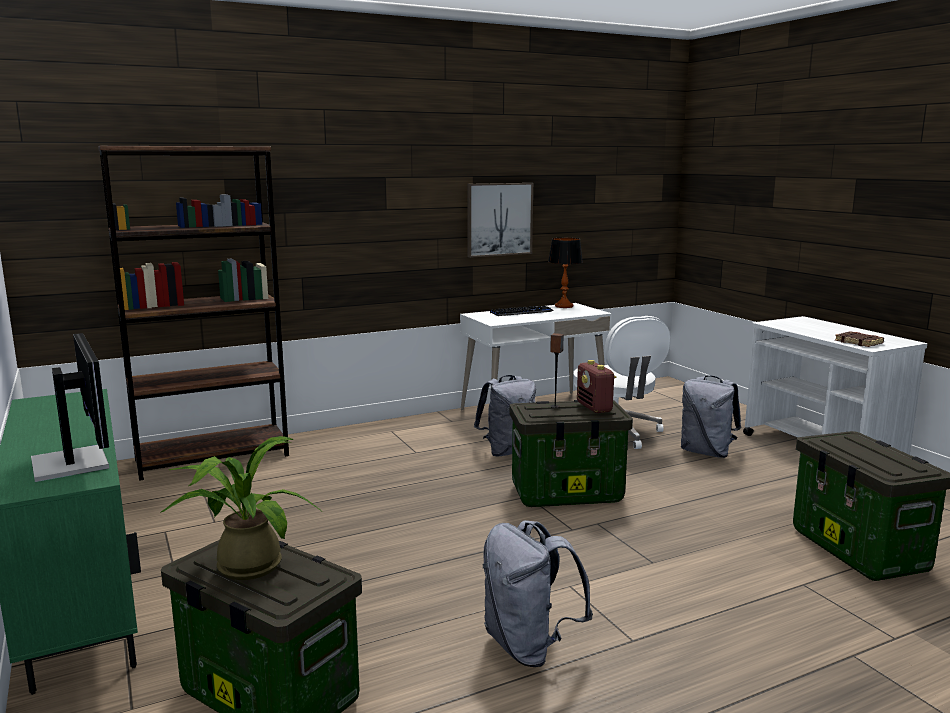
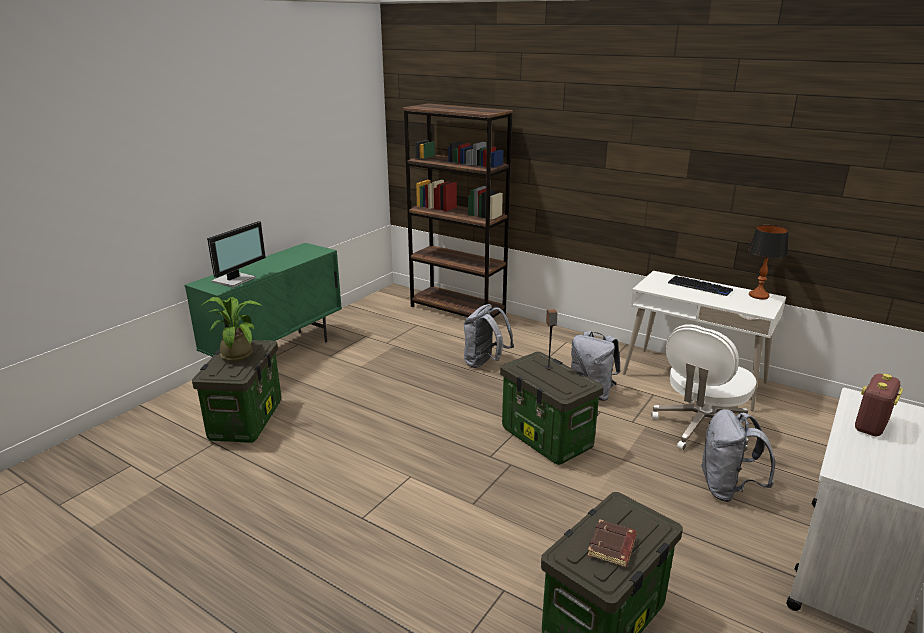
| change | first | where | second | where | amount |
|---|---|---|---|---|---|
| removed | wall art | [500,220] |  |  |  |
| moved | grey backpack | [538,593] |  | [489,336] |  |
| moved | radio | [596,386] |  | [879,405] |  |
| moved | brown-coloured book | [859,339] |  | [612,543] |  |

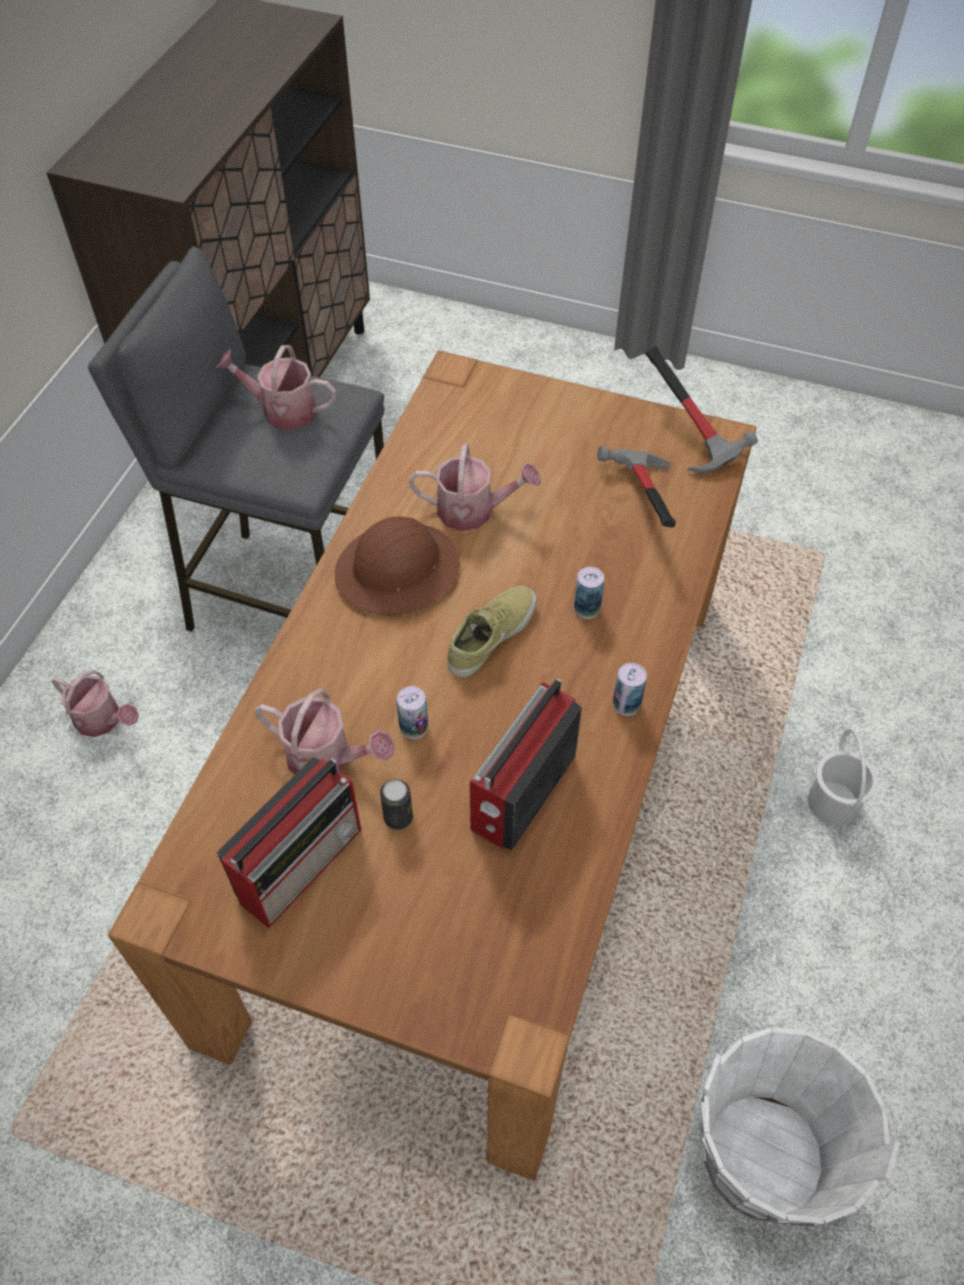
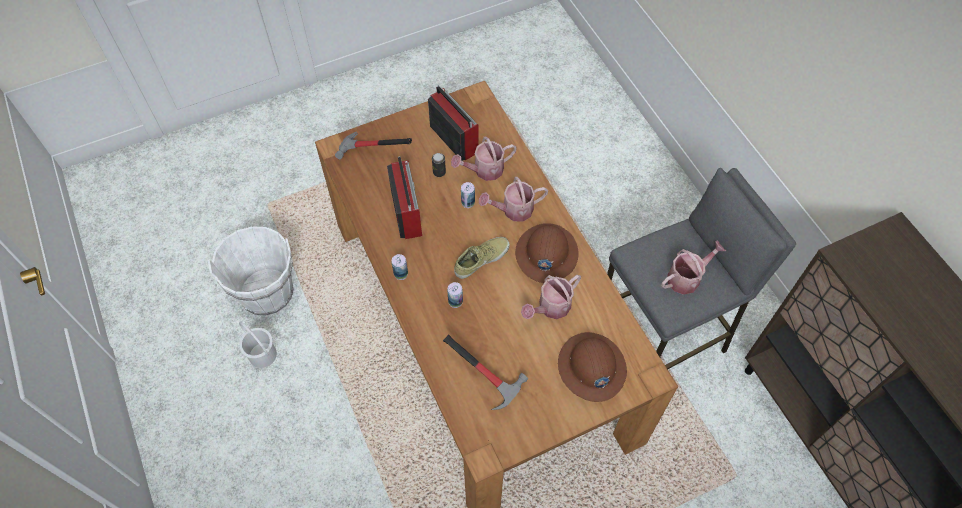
| change | first | where | second | where | amount |
|---|---|---|---|---|---|
| added |  |  | brown-coloured safety helmet | [592,367] |  |
| moved | sprinkling can | [95,703] |  | [513,199] |  |
| moved | tool hammer | [702,410] |  | [373,145] |  |
| moved | whitish bucket | [843,777] |  | [258,344] |  |
| turned | radio | [289,842] |  | [453,123] | 150 degrees clockwise |
| turned | sand-coloured low shoe | [492,631] |  | [482,258] | 120 degrees counterclockwise |

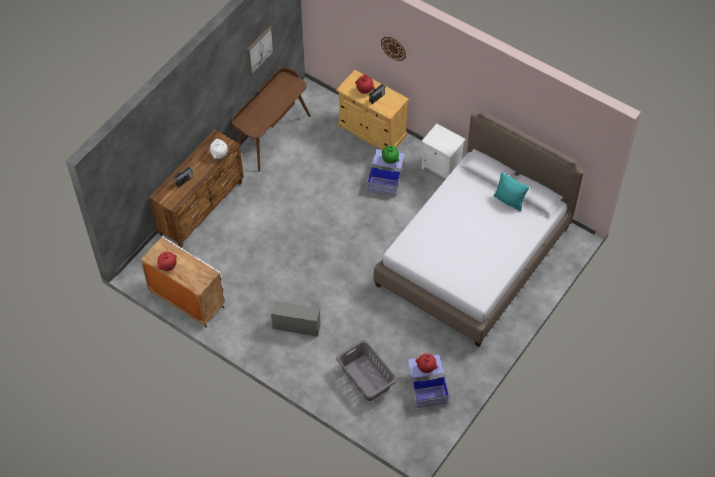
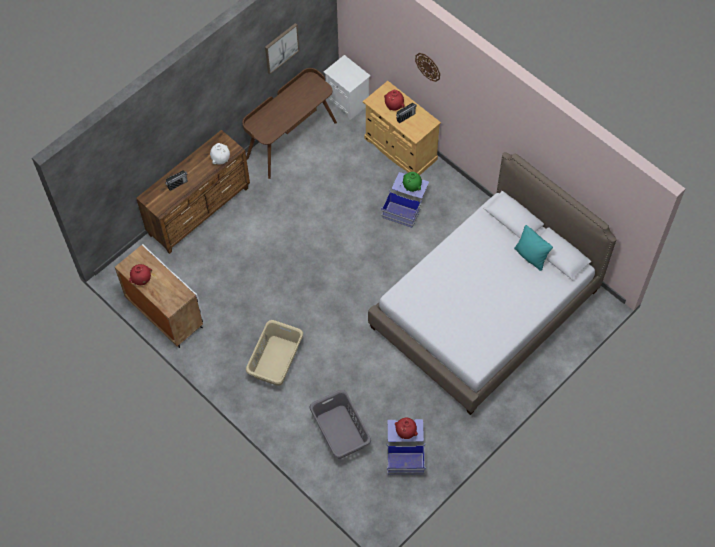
| change | first | where | second | where | amount |
|---|---|---|---|---|---|
| moved | whitish bedside table | [443,151] |  | [347,87] |  |
| replaced | grey storage box | [296,319] | sand-coloured washing basket | [274,353] |  |

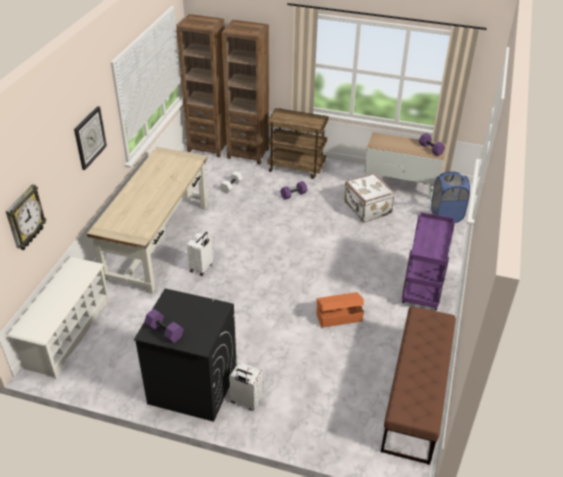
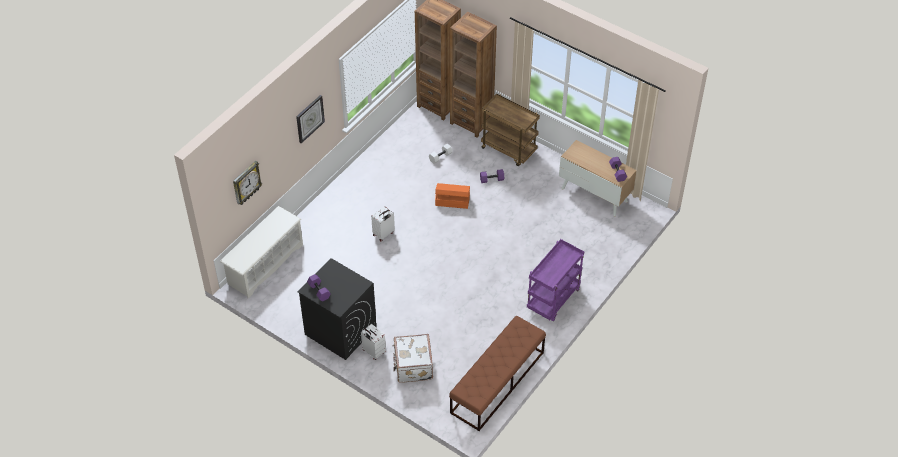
| change | first | where | second | where | amount |
|---|---|---|---|---|---|
| removed | sand-coloured desk | [147,220] |  |  |  |
| removed | bluish washing basket | [450,197] |  |  |  |
| moved | orange-coloured storage box | [340,310] |  | [452,196] |  |
| moved | whitish travel case | [369,197] |  | [413,358] |  |

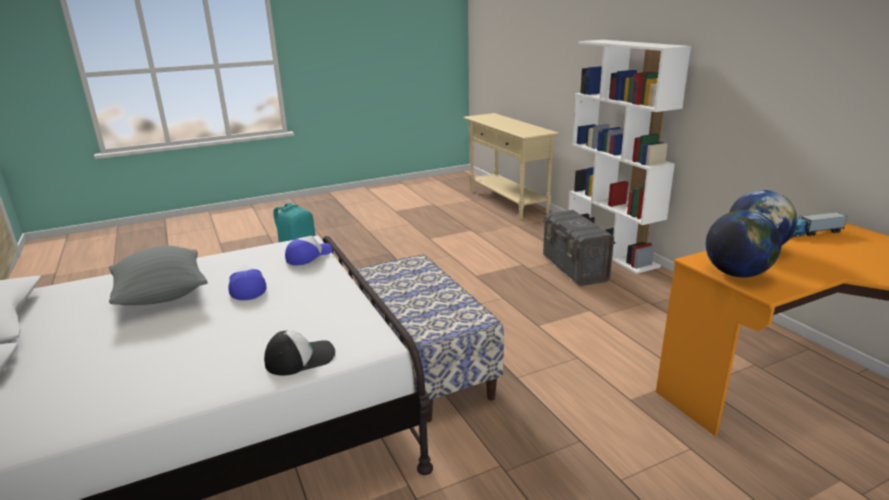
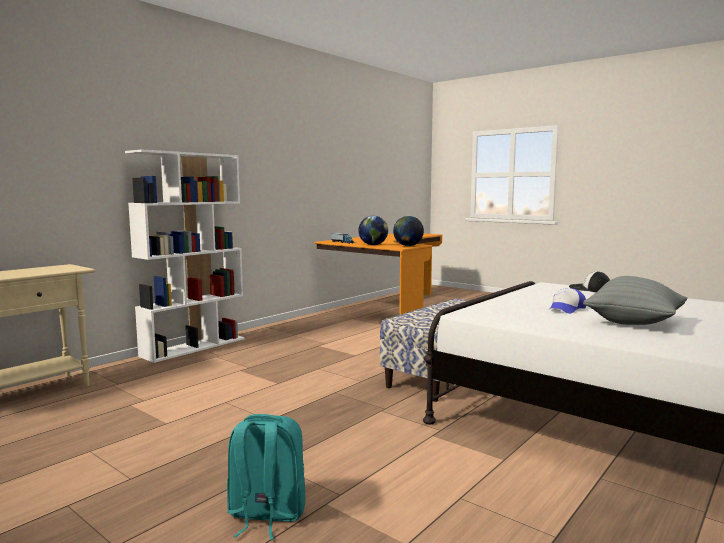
| change | first | where | second | where | amount |
|---|---|---|---|---|---|
| removed | cap | [308,250] |  |  |  |
| removed | grey storage box | [579,248] |  |  |  |

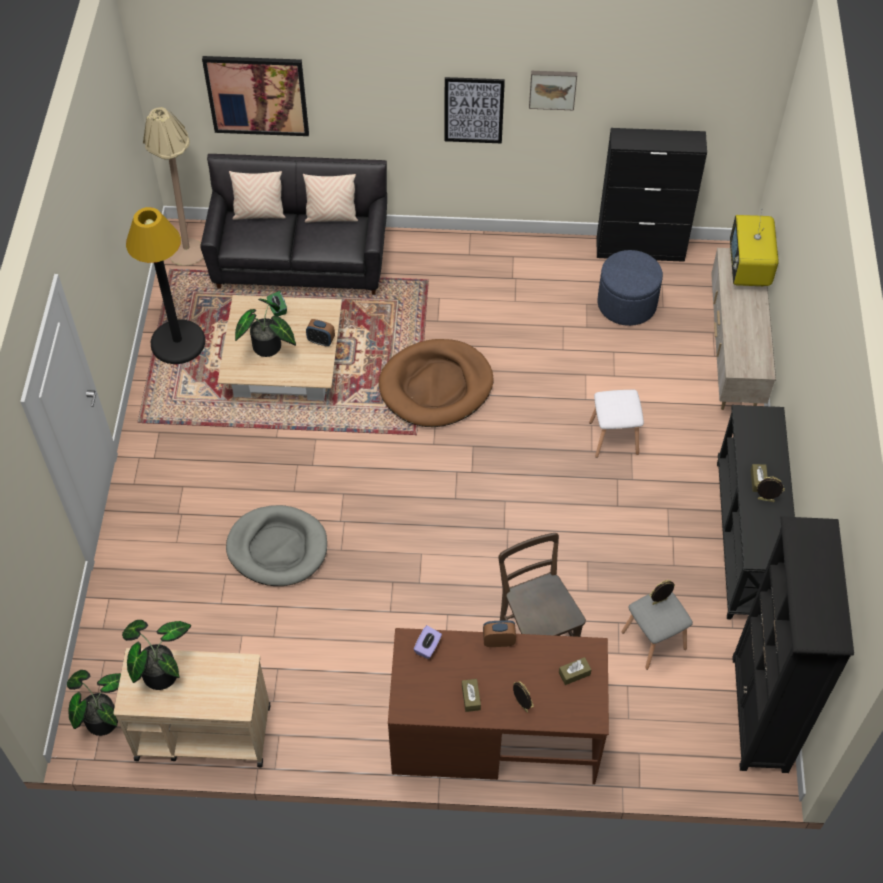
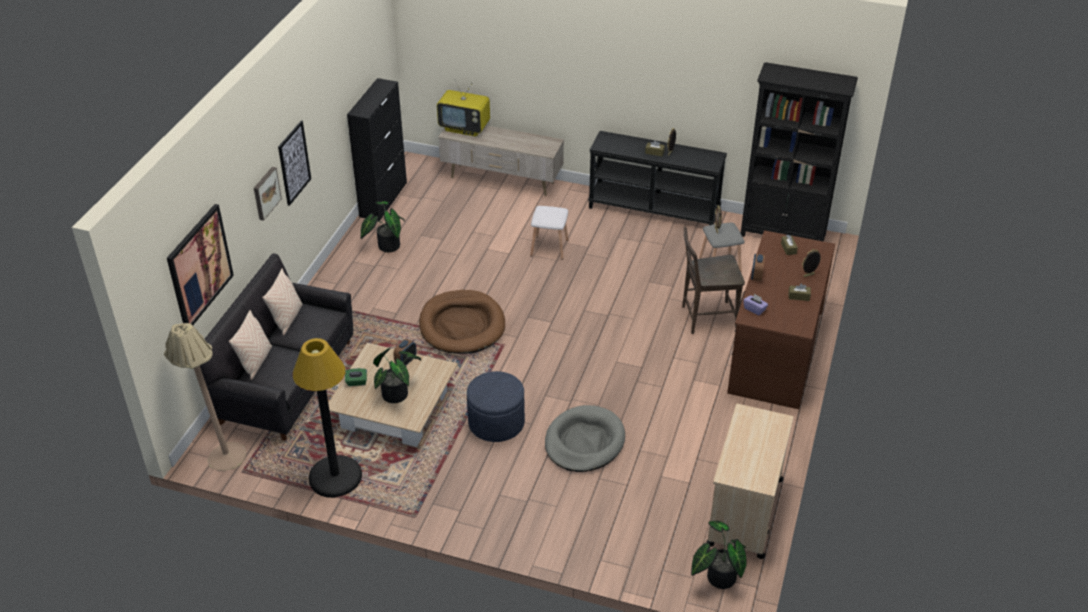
| change | first | where | second | where | amount |
|---|---|---|---|---|---|
| moved | plant in a pot | [156,655] |  | [382,226] |  |
| moved | wall art | [553,90] |  | [268,194] |  |
| moved | bluish pouffe | [630,288] |  | [496,406] |  |

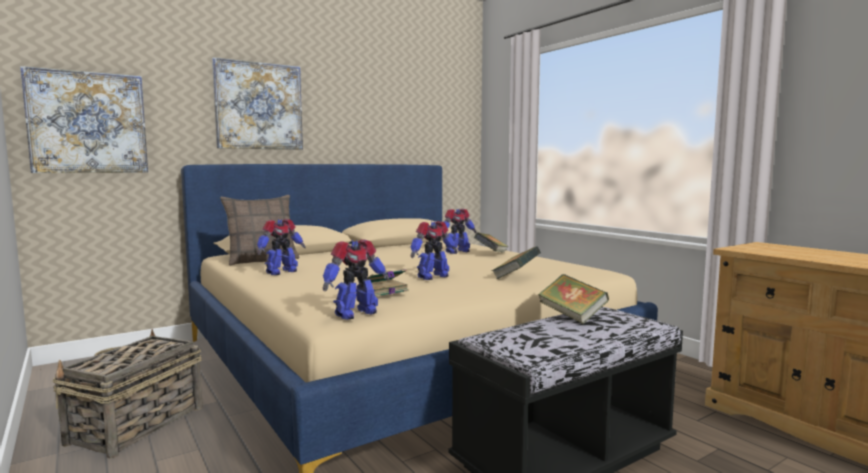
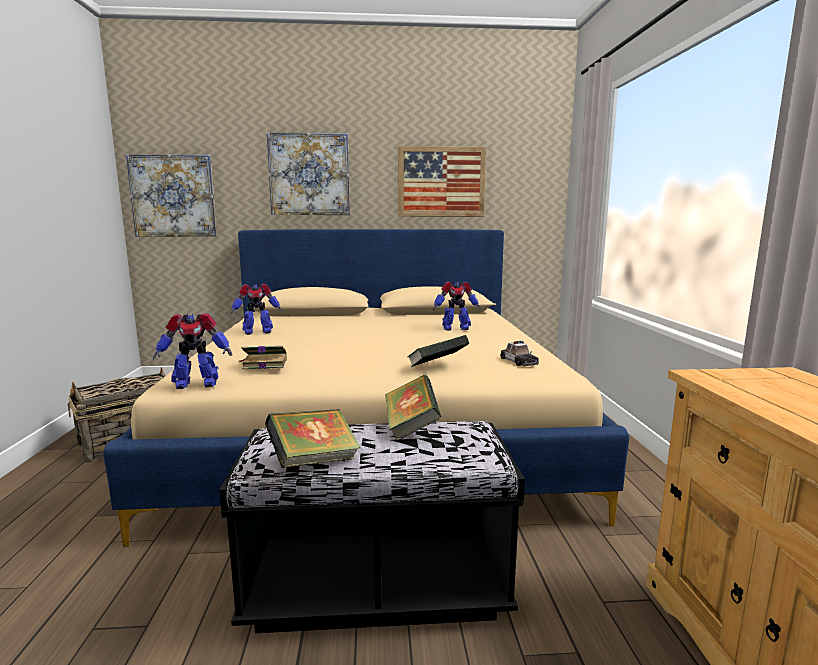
| change | first | where | second | where | amount |
|---|---|---|---|---|---|
| removed | throw pillow | [260,230] |  |  |  |
| removed | toy robot | [434,250] |  |  |  |
| added |  |  | wall art | [442,181] |  |
| added |  |  | miniature car | [519,353] |  |
| moved | book | [491,242] |  | [313,438] |  |

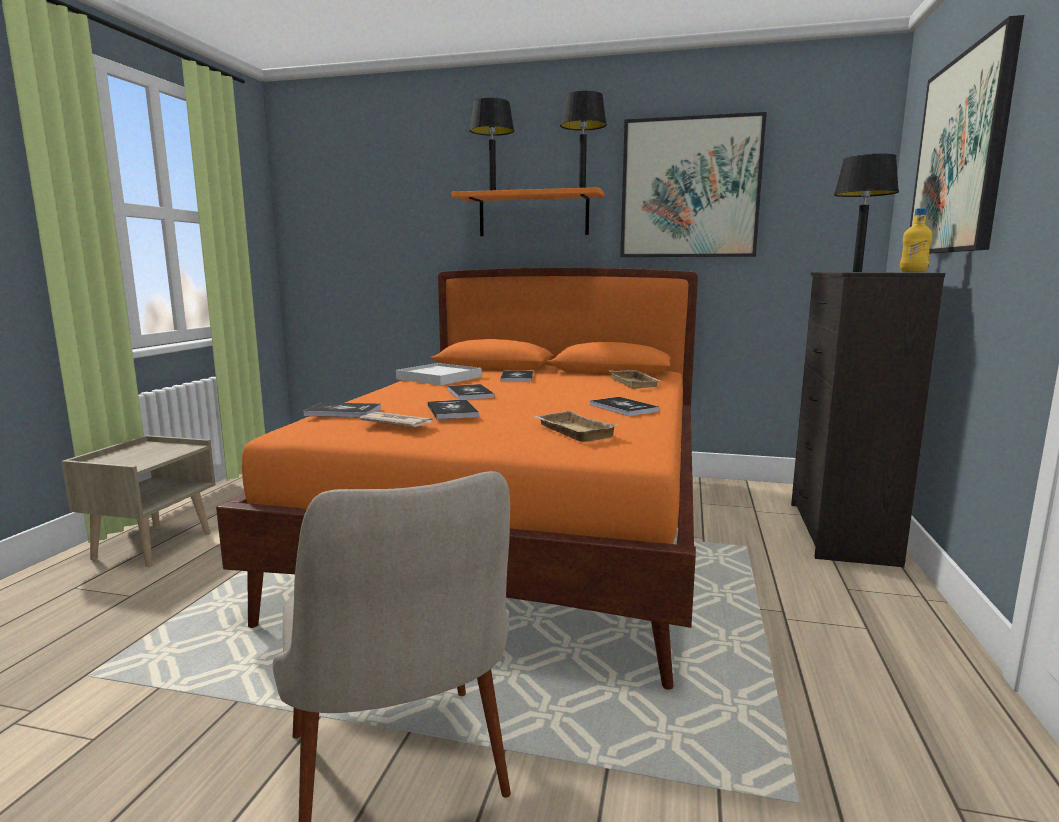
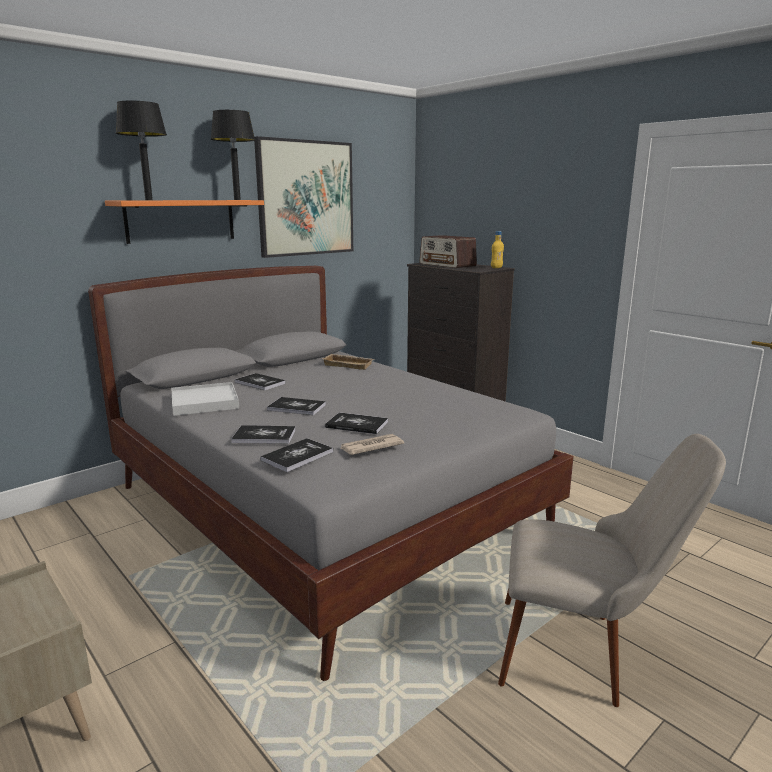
| change | first | where | second | where | amount |
|---|---|---|---|---|---|
| removed | sand-coloured tray | [576,426] |  |  |  |
| removed | wall art | [967,134] |  |  |  |
| moved | book | [624,406] |  | [263,434] |  |
| replaced | black-coloured lamp for a table | [866,213] | radio | [448,251] |  |
| recoloured | orange-coloured bed | [457,479] | grey bed | [331,473] |  |

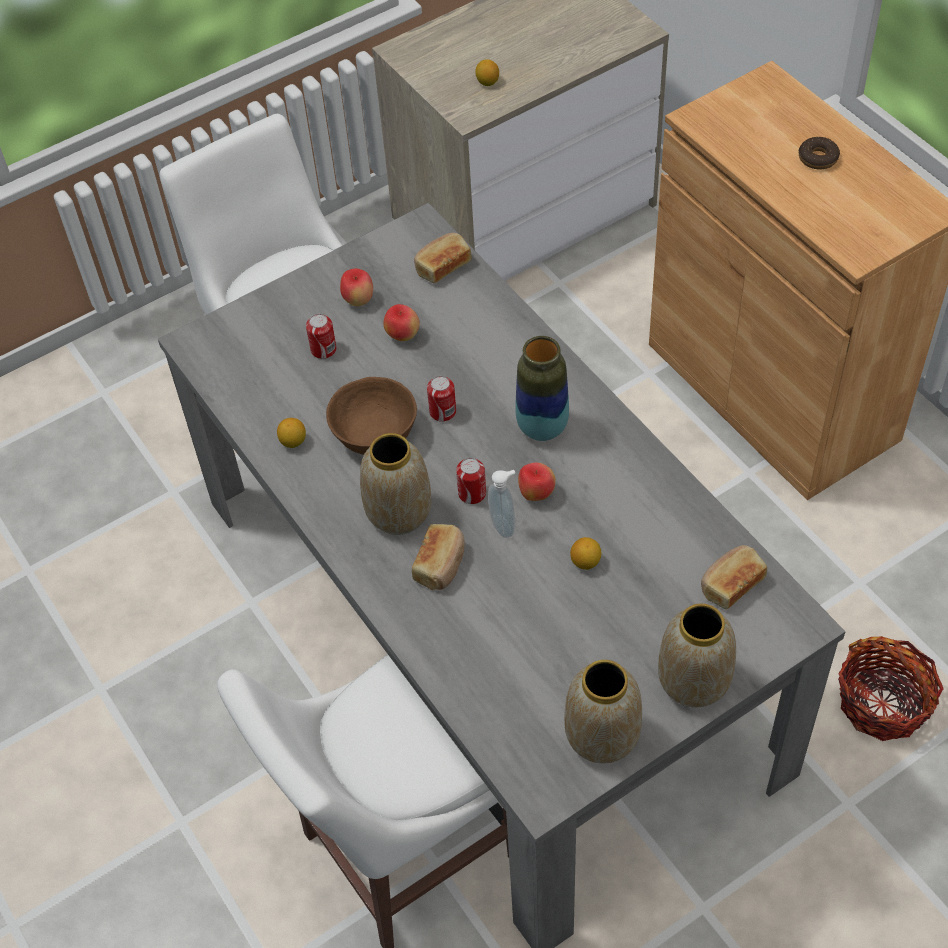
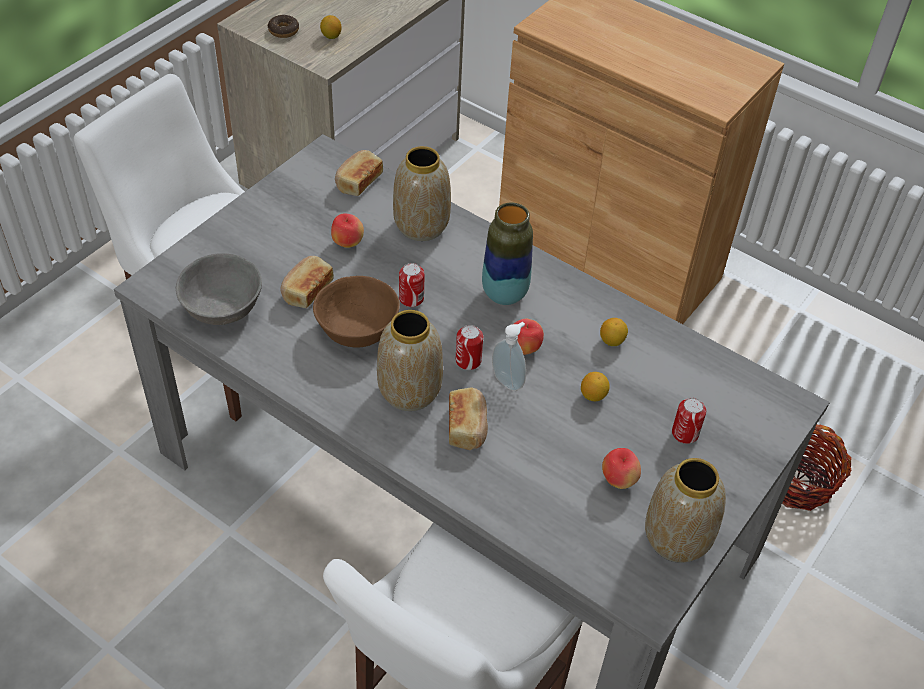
| change | first | where | second | where | amount |
|---|---|---|---|---|---|
| added |  |  | grey serving bowl | [219,289] |  |
| moved | lemon | [291,433] |  | [614,332] |  |
| moved | sealed can | [321,336] |  | [689,421] |  |
| moved | whole apple | [356,287] |  | [621,468] |  |
| moved | vase | [697,656] |  | [422,193] |  |
| moved | bread | [734,577] |  | [307,282] |  |
| moved | doughnut | [819,153] |  | [283,26] |  |

